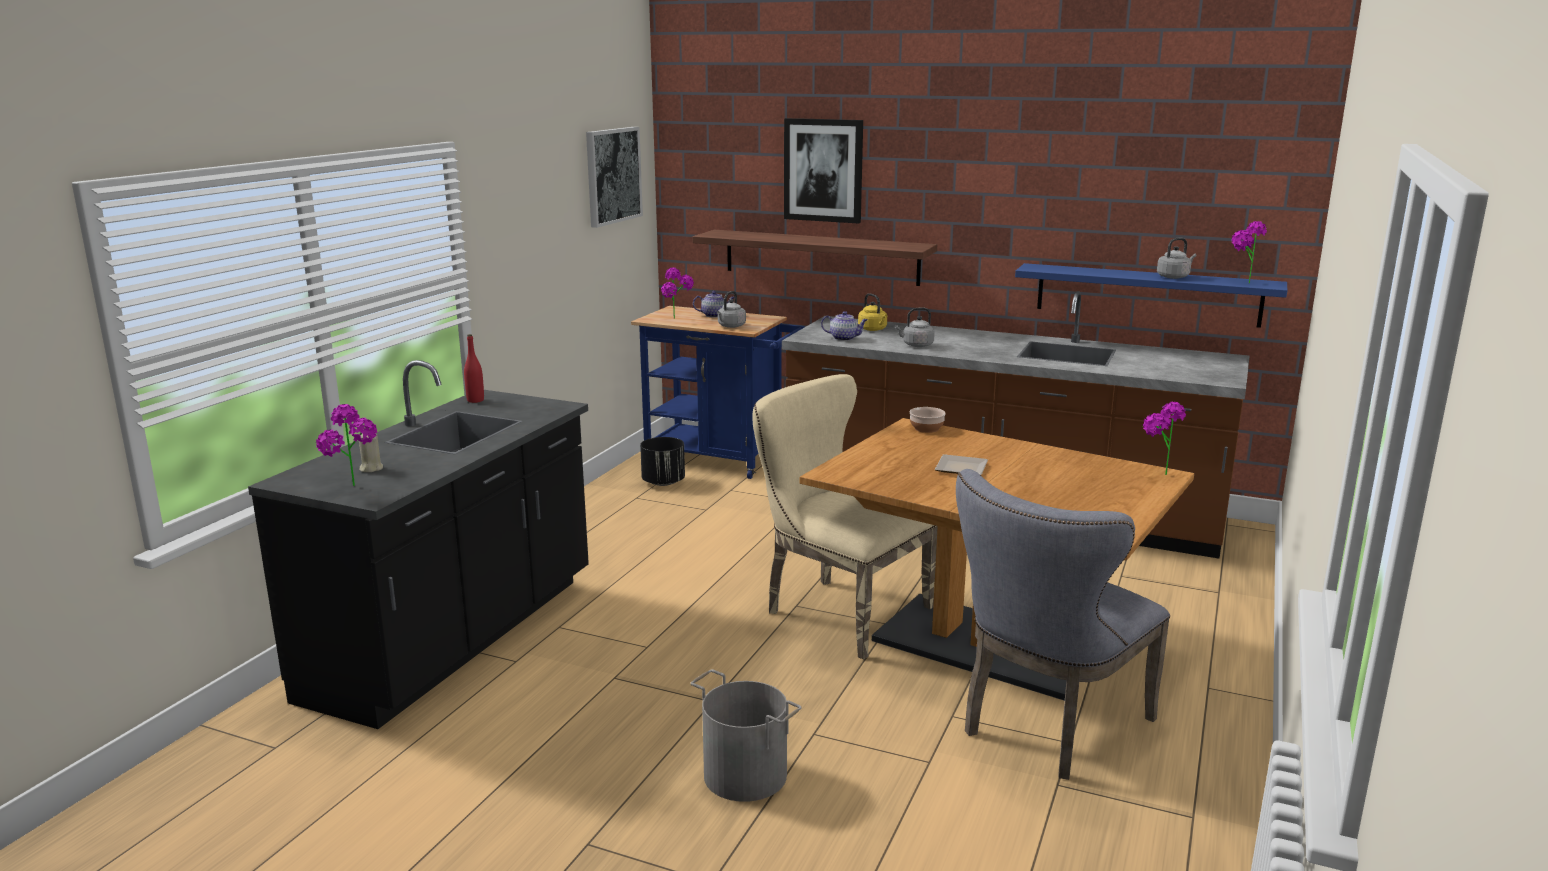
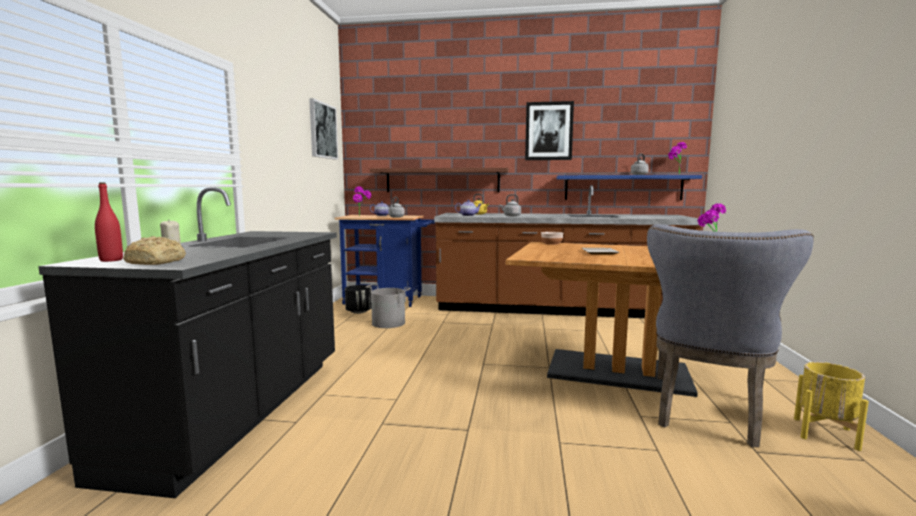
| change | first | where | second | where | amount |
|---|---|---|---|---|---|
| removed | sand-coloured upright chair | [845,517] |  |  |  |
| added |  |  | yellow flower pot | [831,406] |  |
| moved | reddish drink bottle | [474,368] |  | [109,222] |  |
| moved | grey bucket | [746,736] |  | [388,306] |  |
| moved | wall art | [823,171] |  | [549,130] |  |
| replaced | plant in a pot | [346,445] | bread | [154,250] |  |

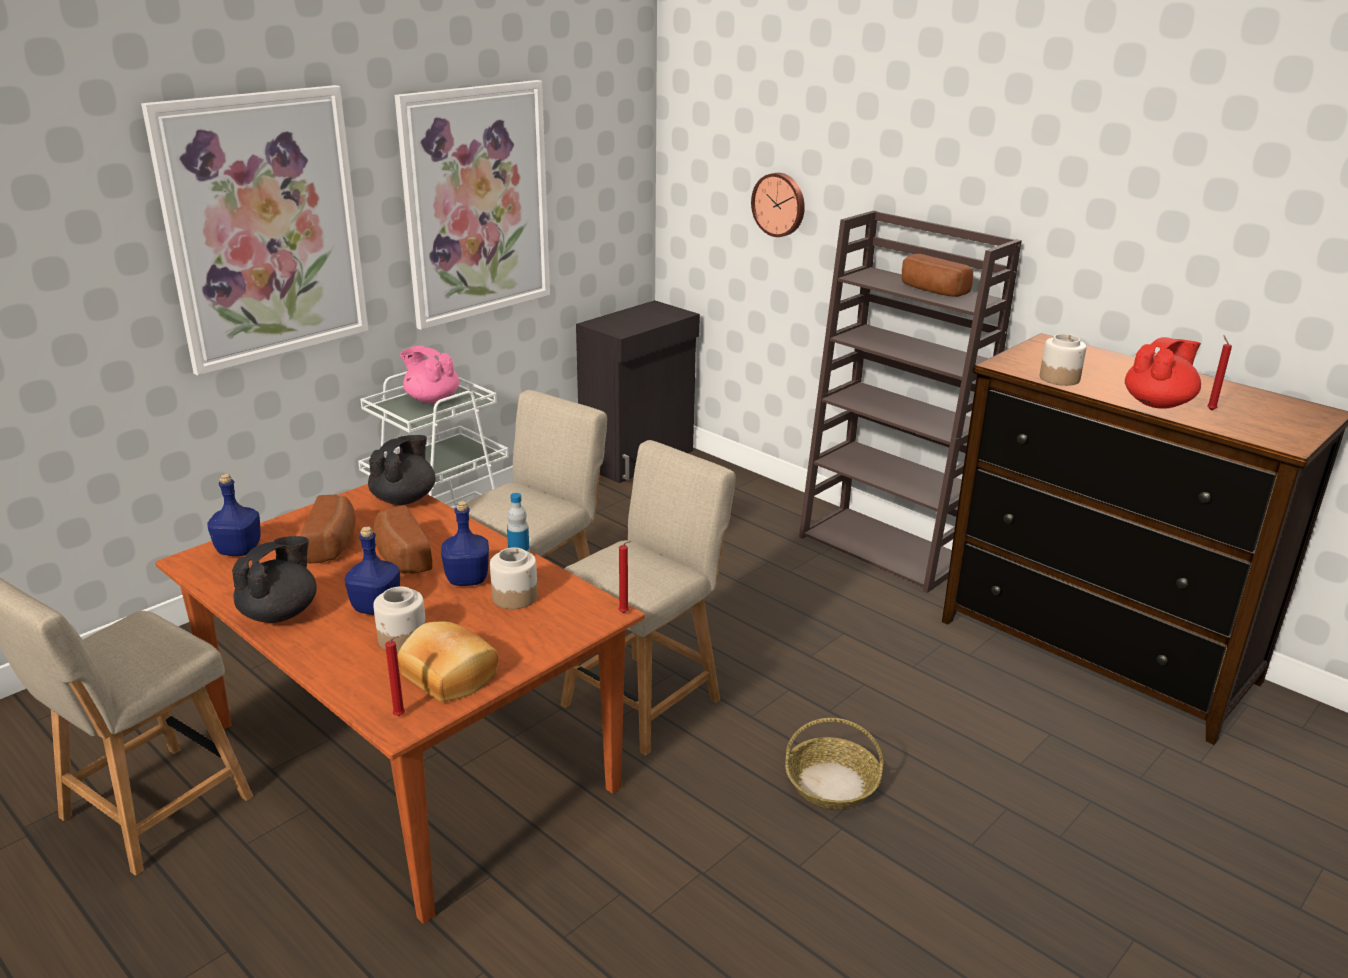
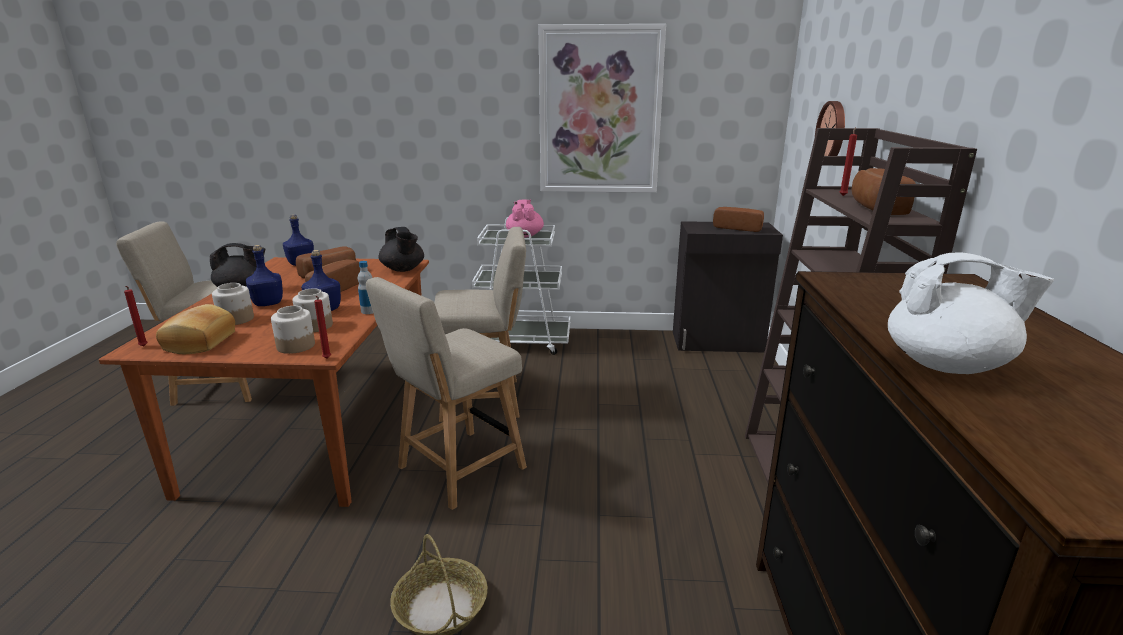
| change | first | where | second | where | amount |
|---|---|---|---|---|---|
| removed | wall art | [255,230] |  |  |  |
| added |  |  | bread | [738,219] |  |
| moved | preserve jar | [1063,360] |  | [293,330] |  |
| moved | reddish wax light | [1219,373] |  | [848,161] |  |
| recoloured | reddish tea pot | [1163,373] | whitish tea pot | [971,313] |  |
| turned | black-coloured tea pot | [402,470] |  | [401,249] | 75 degrees clockwise |
| turned | sand-coloured upright chair | [648,598] |  | [446,393] | 135 degrees clockwise |

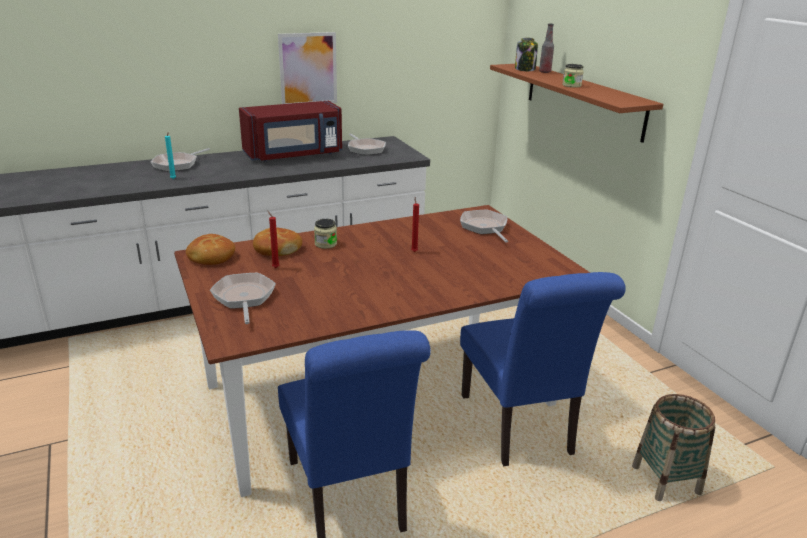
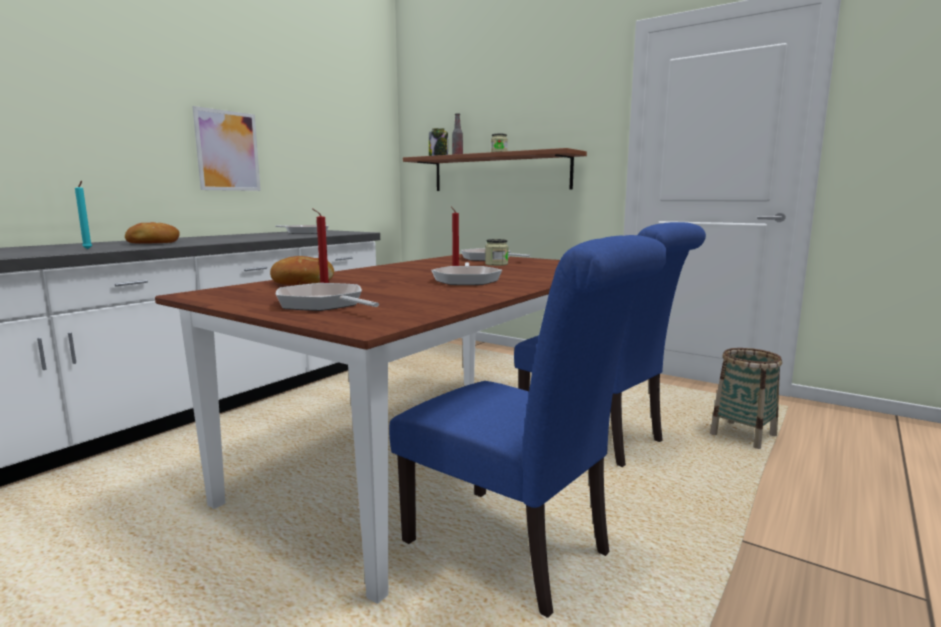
| change | first | where | second | where | amount |
|---|---|---|---|---|---|
| removed | reddish microwave | [290,131] |  |  |  |
| moved | frying pan | [180,160] |  | [466,273] |  |
| moved | bread | [210,249] |  | [152,233] |  |
| moved | preserve jar | [325,234] |  | [496,252] |  |

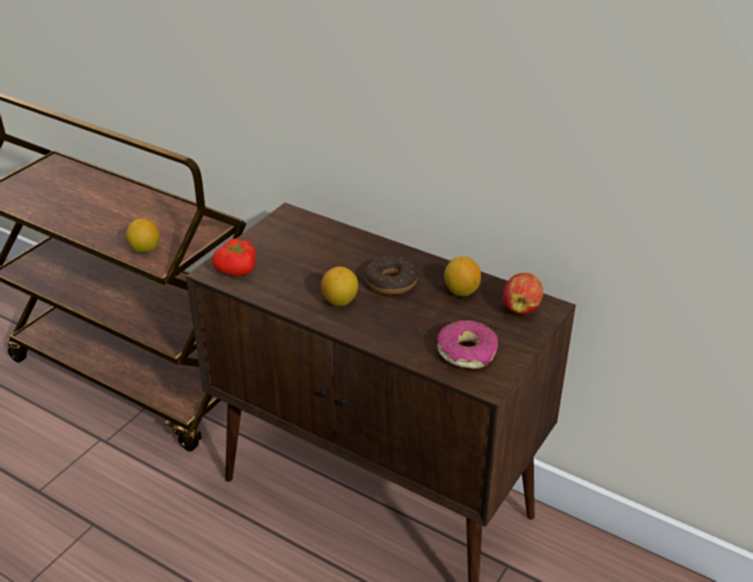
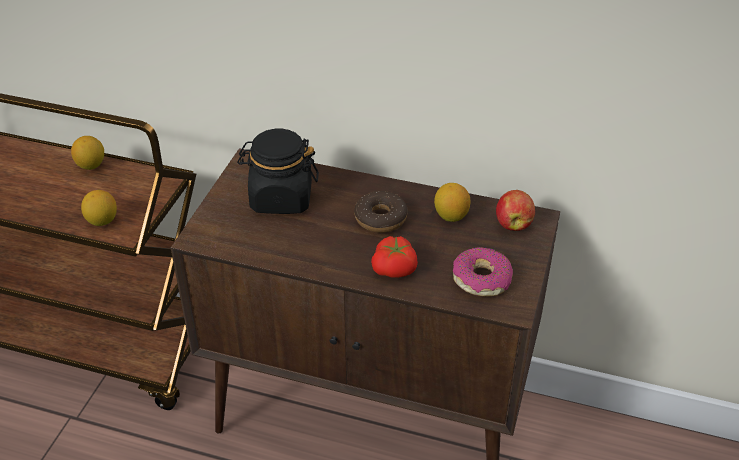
| change | first | where | second | where | amount |
|---|---|---|---|---|---|
| added |  |  | black-coloured preserve jar | [278,171] |  |
| moved | tomato | [234,257] |  | [394,257] |  |
| moved | lemon | [339,286] |  | [87,153] |  |

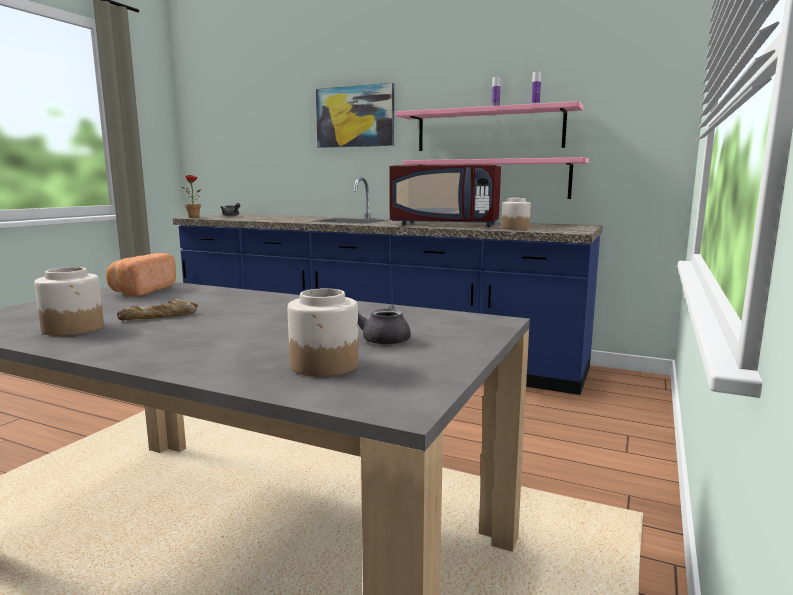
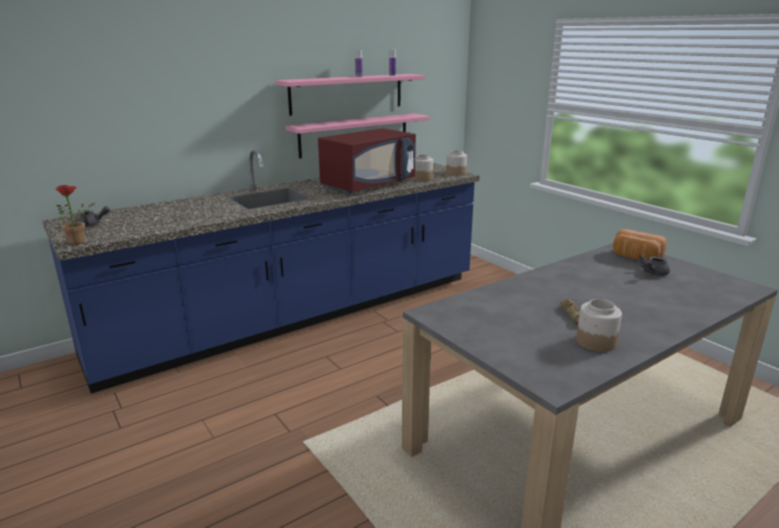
| change | first | where | second | where | amount |
|---|---|---|---|---|---|
| removed | wall art | [355,115] |  |  |  |
| moved | bread | [141,274] |  | [640,244] |  |
| moved | preserve jar | [323,332] |  | [456,163] |  |

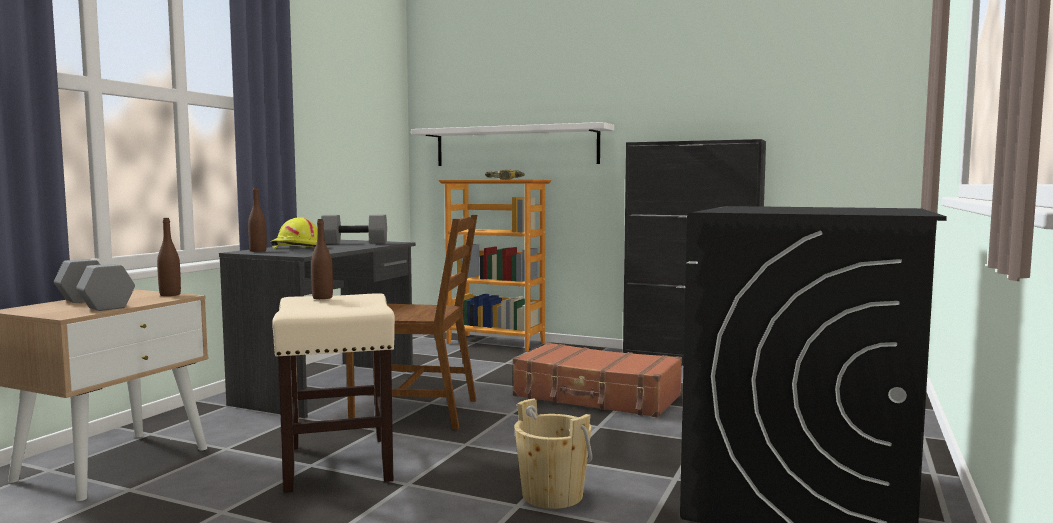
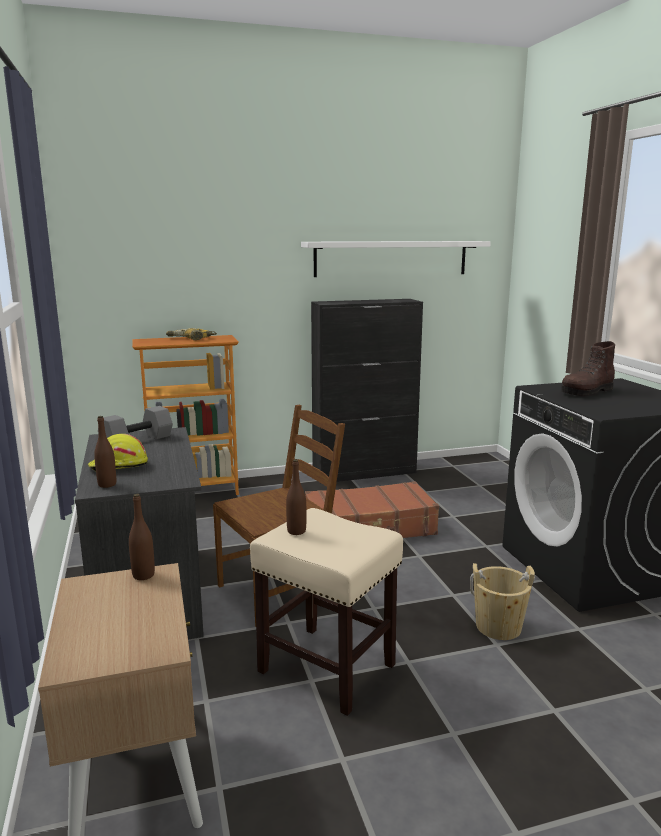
| change | first | where | second | where | amount |
|---|---|---|---|---|---|
| removed | grey hand weight | [94,285] |  |  |  |
| added |  |  | brown-coloured tall boot | [588,368] |  |
| moved | whitish wall shelf | [512,144] |  | [396,259] |  |

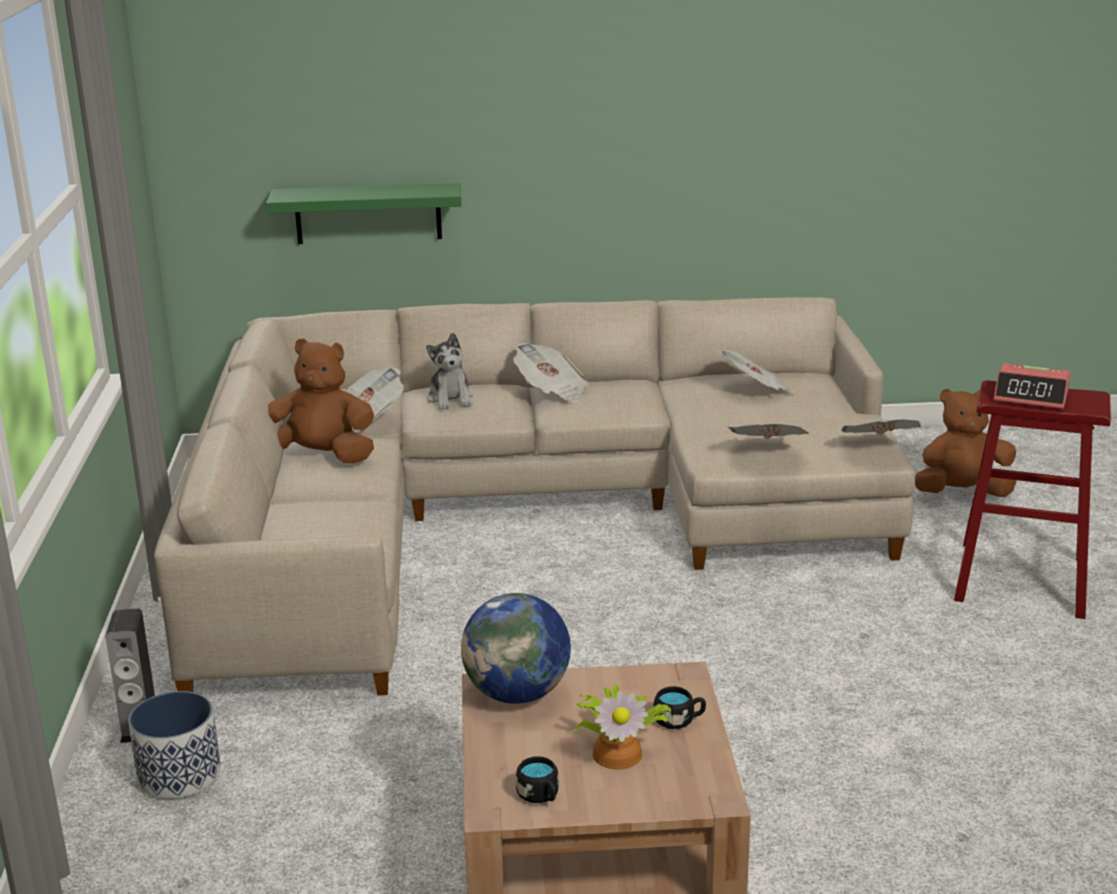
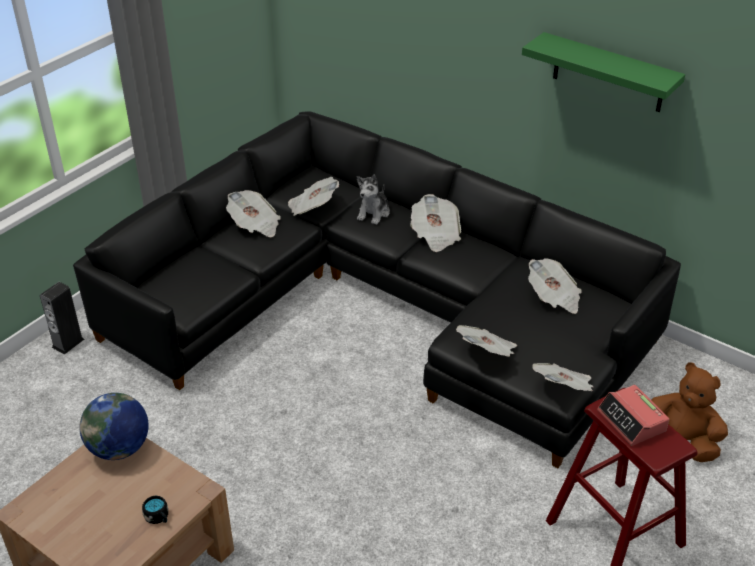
| change | first | where | second | where | amount |
|---|---|---|---|---|---|
| removed | flower pot | [174,745] |  |  |  |
| removed | black-coloured coffee mug | [537,779] |  |  |  |
| removed | plant in a pot | [621,727] |  |  |  |
| moved | green wall shelf | [363,213] |  | [603,72] |  |
| replaced | brown-coloured plush toy | [321,401] | printed paper | [253,213] |  |
| recoloured | sand-coloured settee | [534,496] | black-coloured settee | [377,289] |  |

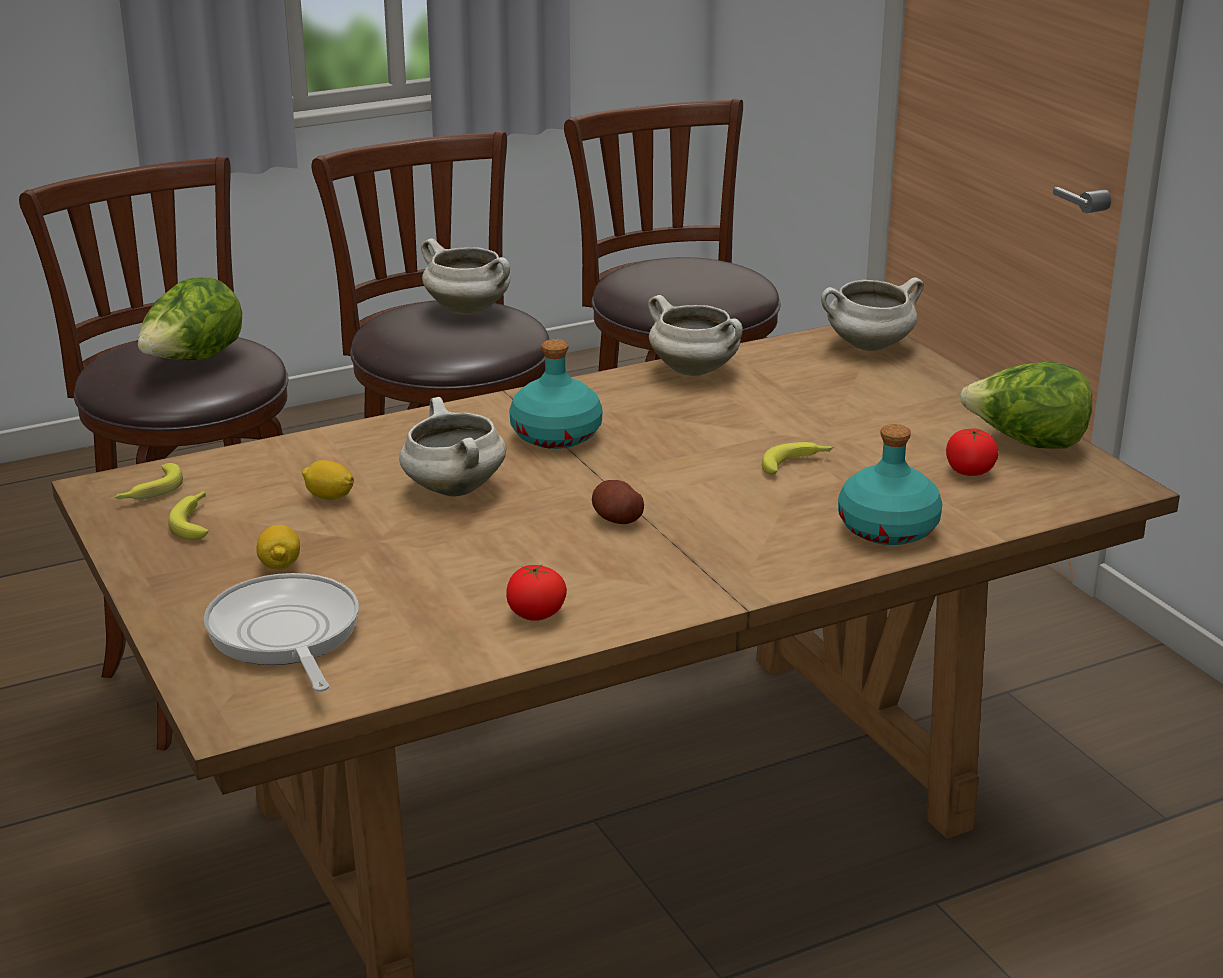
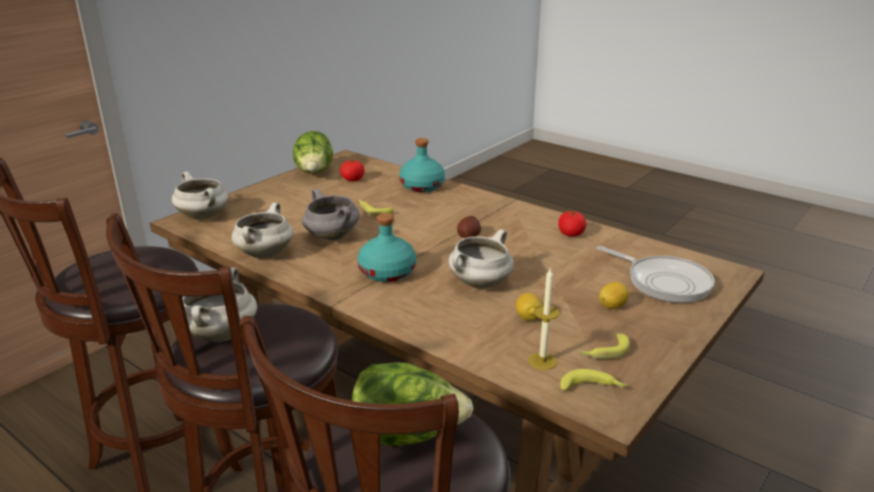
| change | first | where | second | where | amount |
|---|---|---|---|---|---|
| added |  |  | grey stockpot | [331,215] |  |
| added |  |  | wax light | [543,319] |  |
| turned | frying pan | [281,632] |  | [656,274] | 90 degrees counterclockwise |

